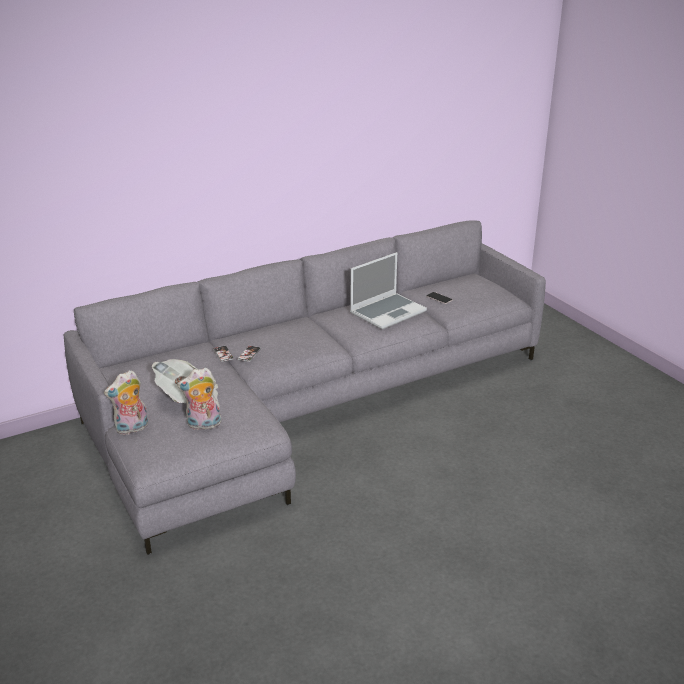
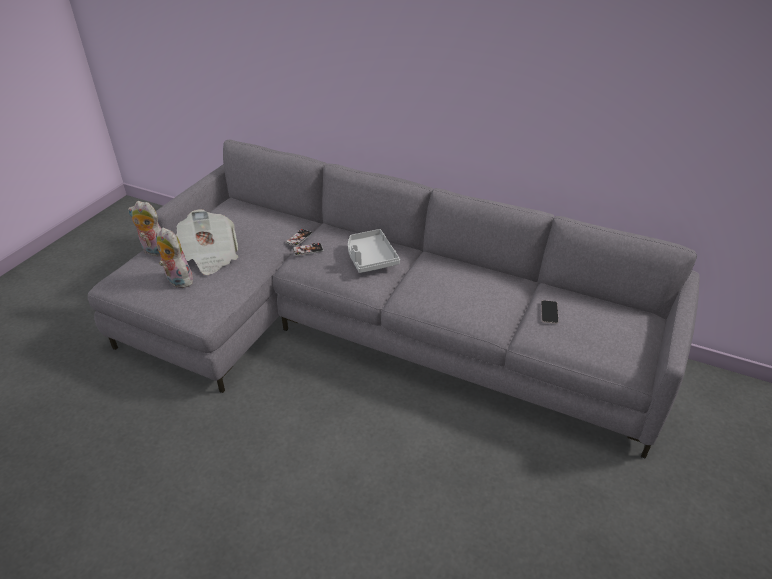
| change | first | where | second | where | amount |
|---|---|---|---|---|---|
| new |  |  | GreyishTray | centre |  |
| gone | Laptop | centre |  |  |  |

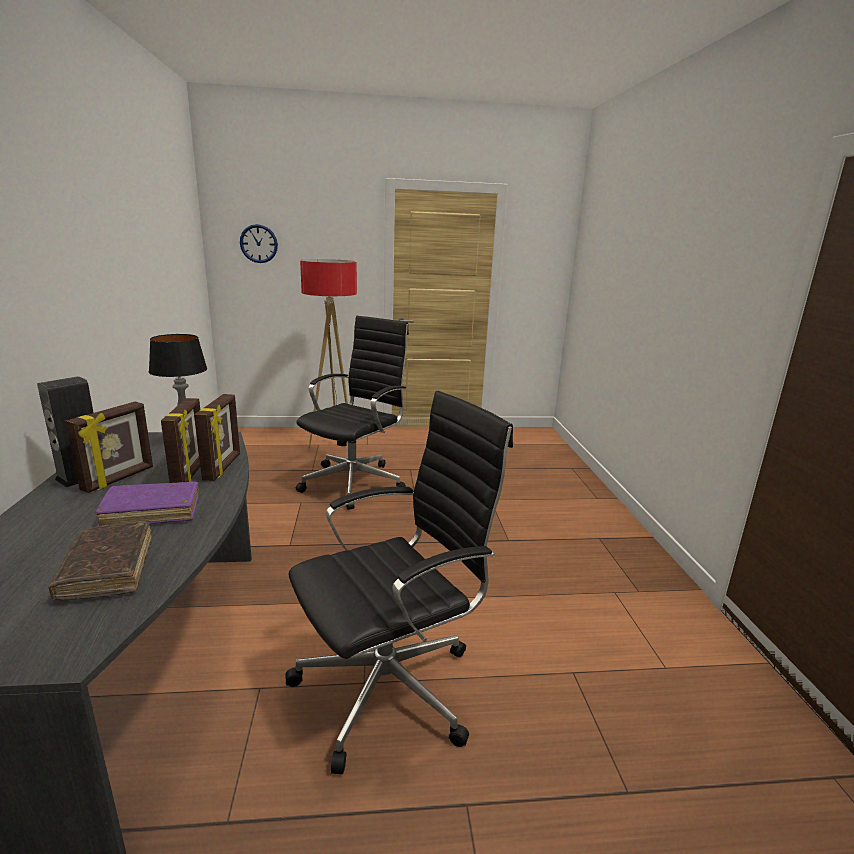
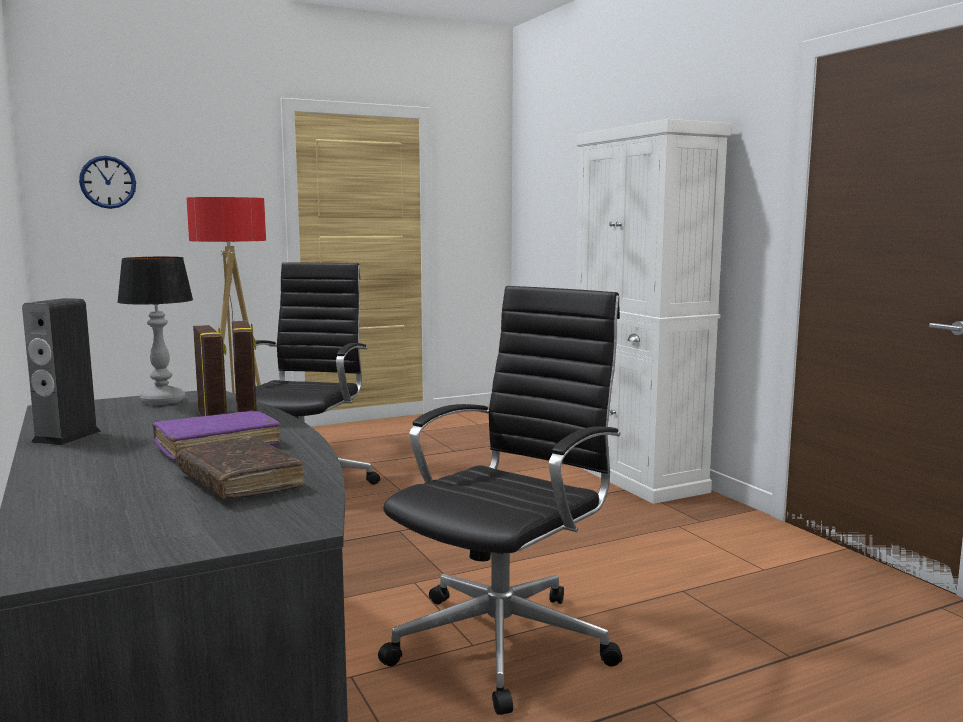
| change | first | where | second | where | amount |
|---|---|---|---|---|---|
| new |  |  | WhiteColouredCupboard | middle right |  |
| gone | PictureFrame (no. 1 from left) | middle left |  |  |  |

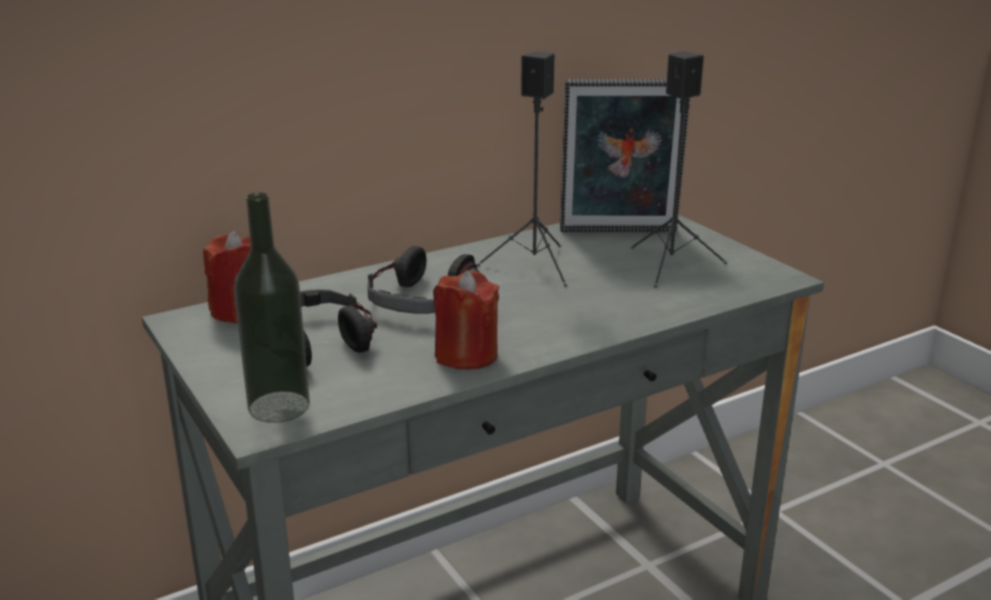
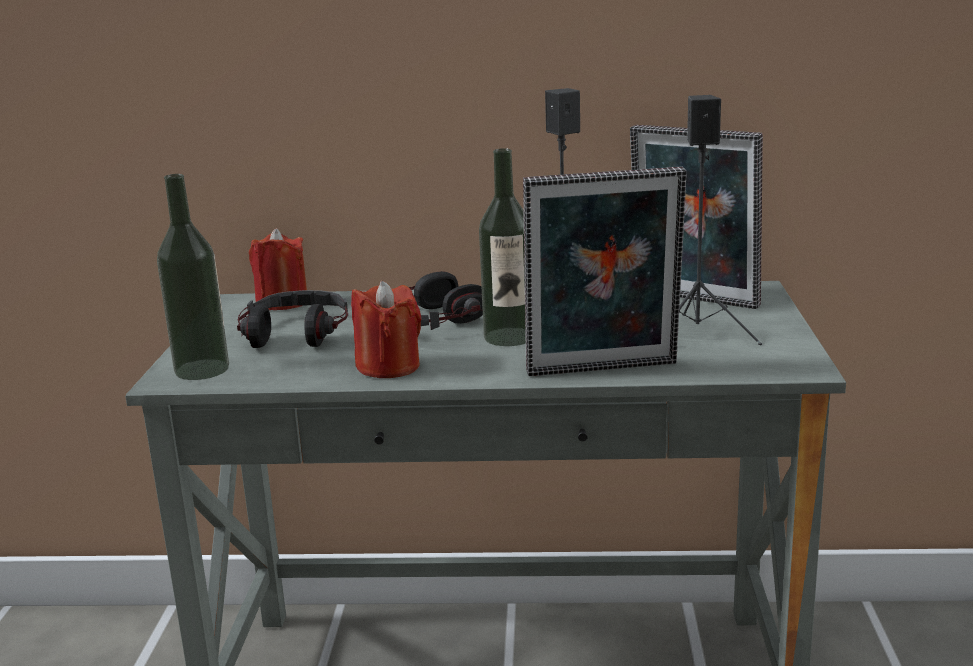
| change | first | where | second | where | amount |
|---|---|---|---|---|---|
| new |  |  | BeverageBottle (no. 2 from left) | centre |  |
| new |  |  | PictureFrame (no. 1 from left) | centre |  |

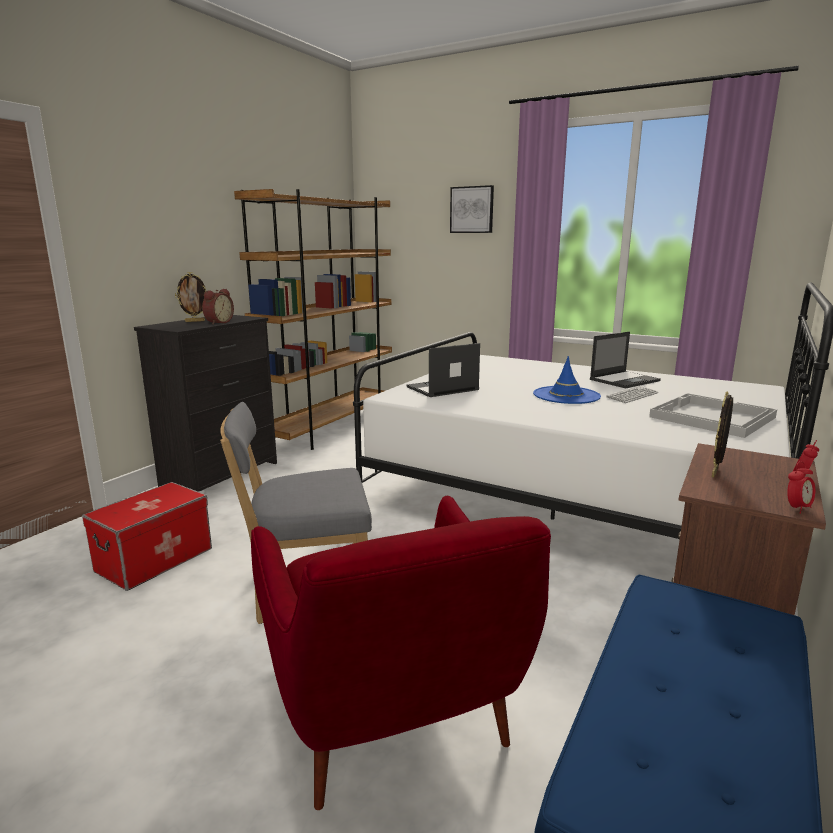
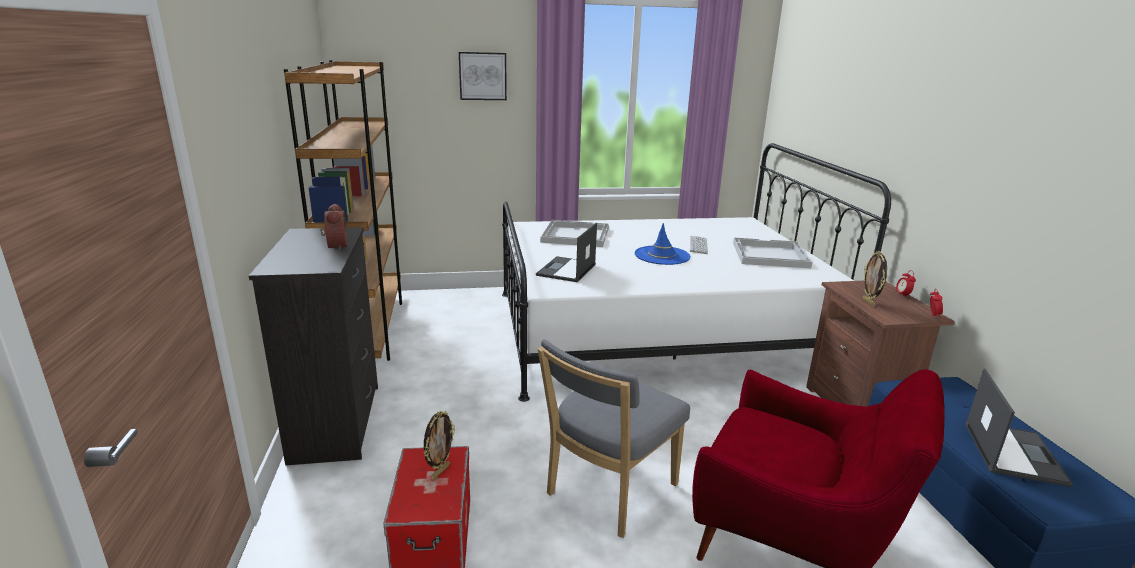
| change | first | where | second | where | amount |
|---|---|---|---|---|---|
| shifted | PictureFrame (no. 1 from left) | middle left |  | bottom centre |  |
| new |  |  | WhiteColouredTray (no. 1 from left) | centre |  |
| shifted | Laptop (no. 2 from left) | middle right |  | bottom right |  |

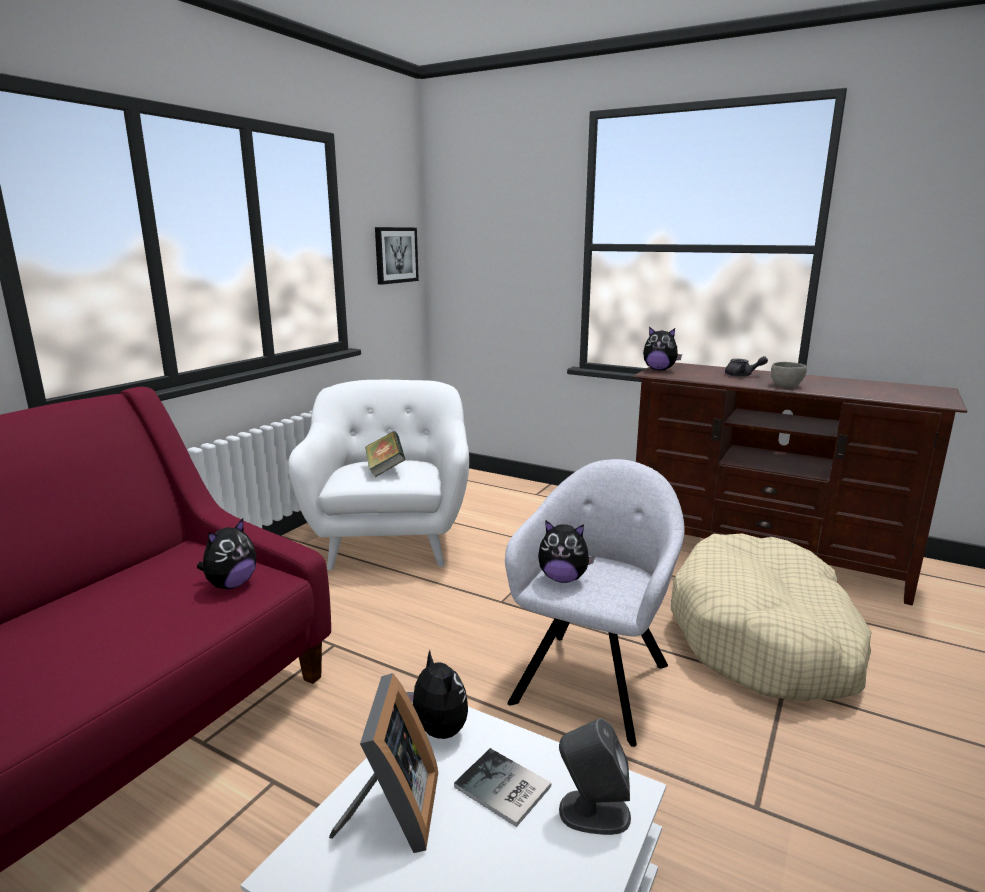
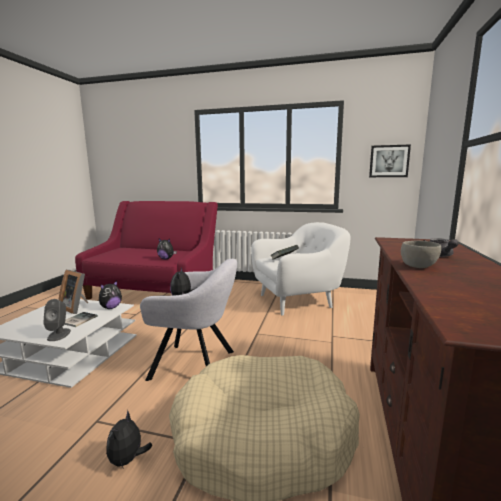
| change | first | where | second | where | amount |
|---|---|---|---|---|---|
| rotated | PictureFrame | bottom centre |  | middle left | 45 degrees clockwise |
| shifted | PlushToy (no. 4 from left in the first image) | middle right | PlushToy (no. 2 from left) | bottom left |  |

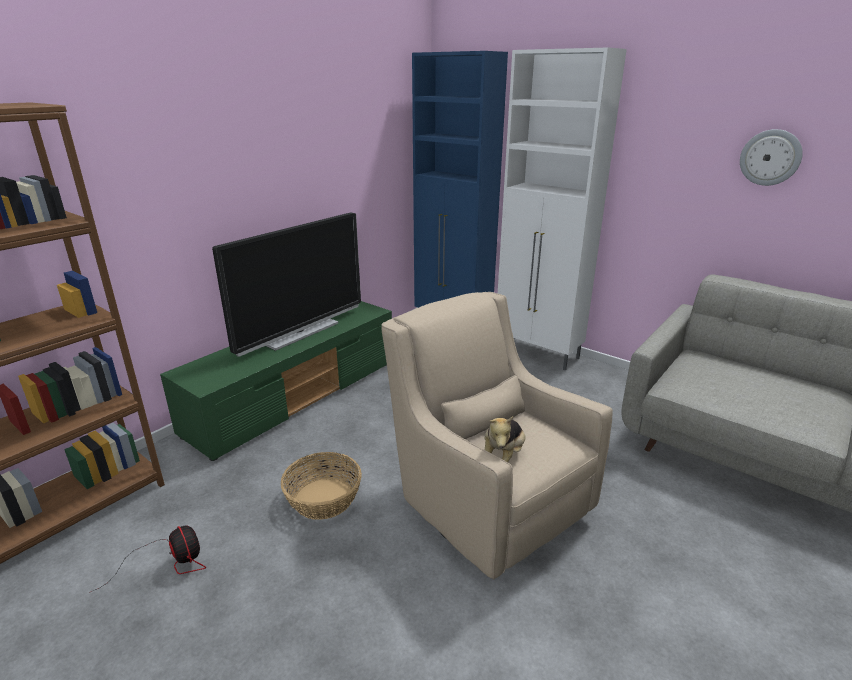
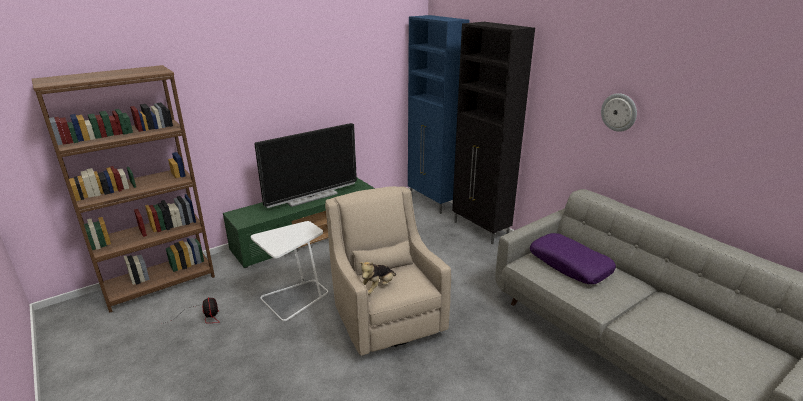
| change | first | where | second | where | amount |
|---|---|---|---|---|---|
| swapped | Basket | bottom centre | WhiteColouredSideTable | bottom centre |  |
| repainted | WhiteColouredCupboard | top centre | BlackCupboard | top centre |  |
| new |  |  | PurpleCushion | middle right |  |

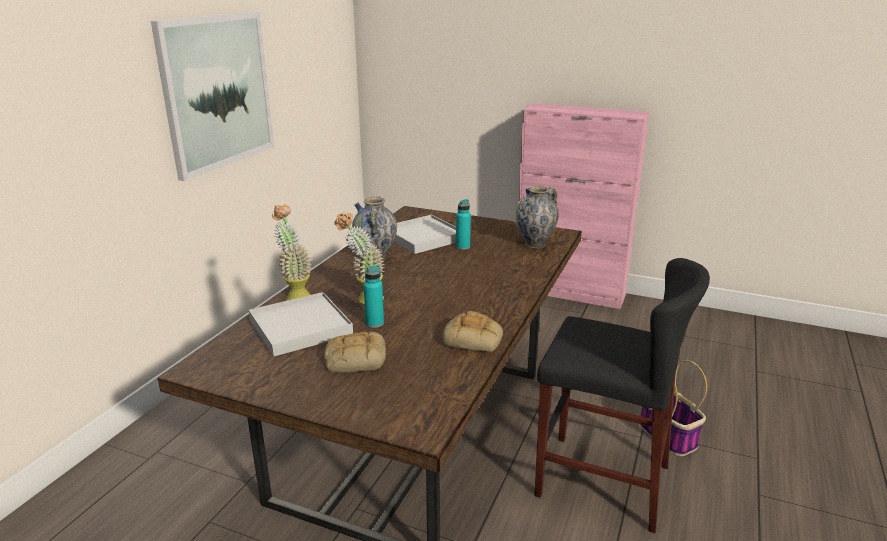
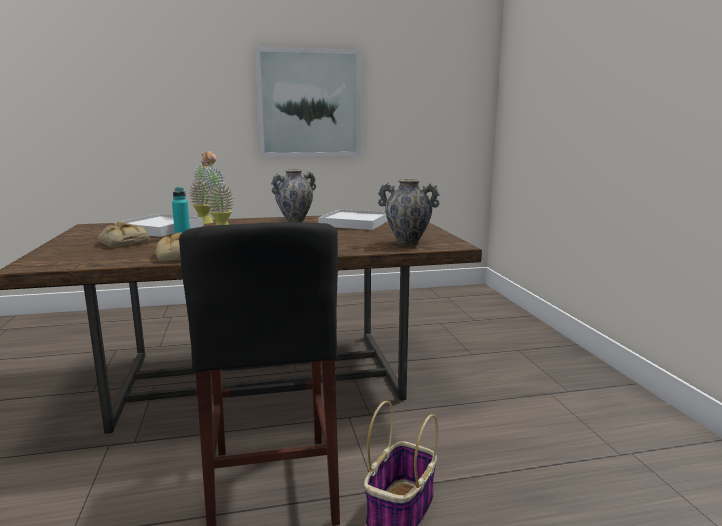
| change | first | where | second | where | amount |
|---|---|---|---|---|---|
| gone | TurquoiseBeverageBottle (no. 2 from left) | centre |  |  |  |
| gone | PinkishCupboard | centre |  |  |  |

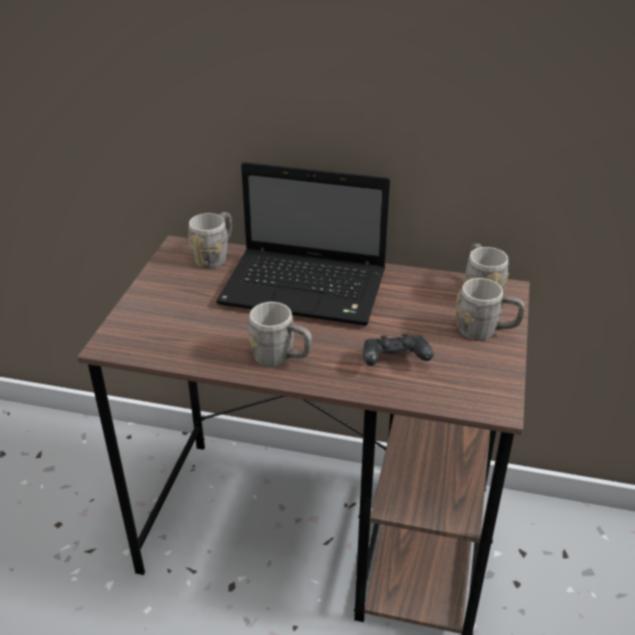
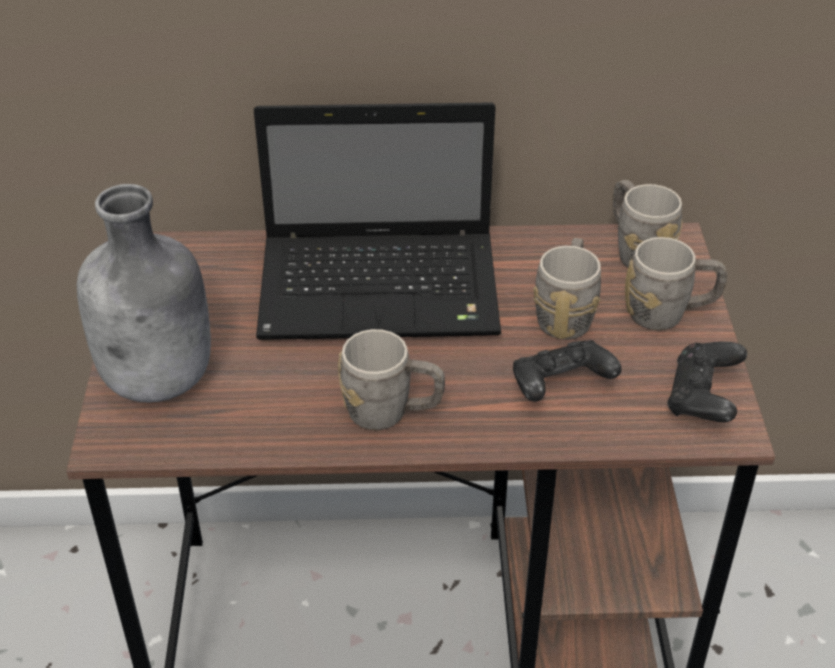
| change | first | where | second | where | amount |
|---|---|---|---|---|---|
| new |  |  | GreyishBeverageBottle | middle left |  |
| shifted | GreyishTeaMug (no. 1 from left in the first image) | middle left | GreyishTeaMug (no. 2 from left) | middle right |  |
| new |  |  | BlackJoypad (no. 2 from left) | middle right |  |

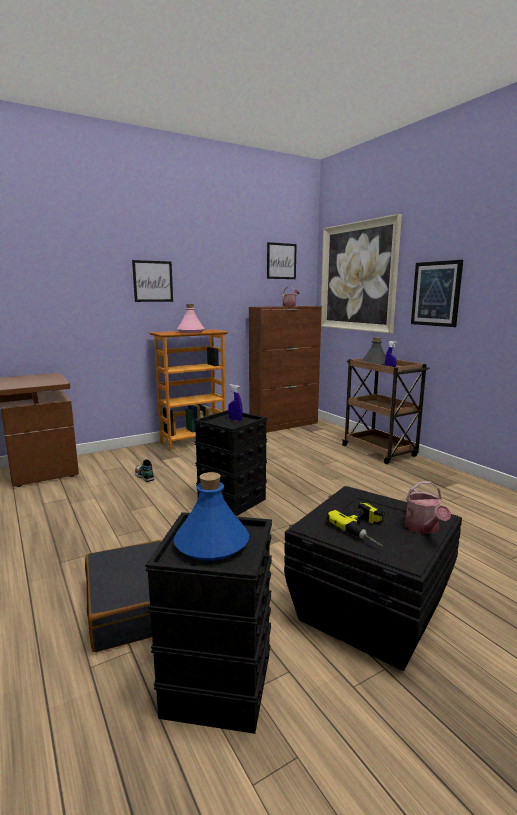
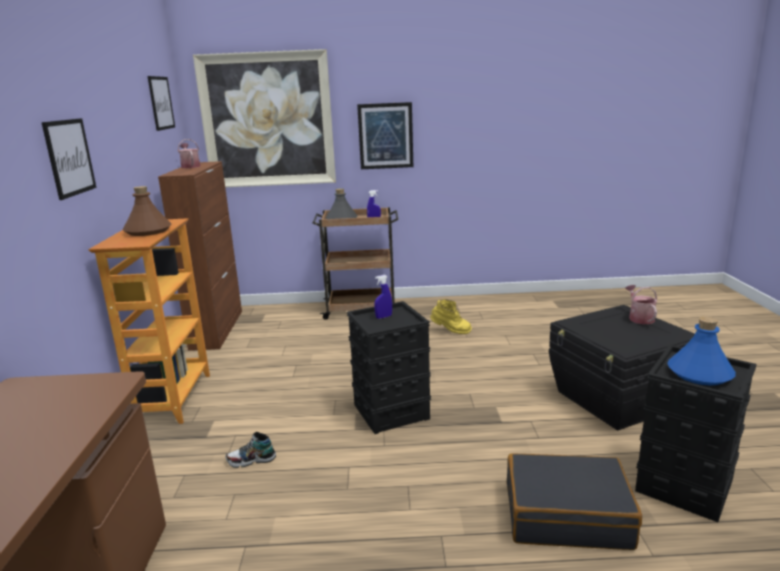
| change | first | where | second | where | amount |
|---|---|---|---|---|---|
| repainted | PinkishBeverageBottle | centre | BrownBeverageBottle | middle left |  |
| new |  |  | YellowColouredHighTopBoot | centre |  |
| rotated | WateringCan (no. 2 from left) | middle right |  | middle right | 120 degrees counterclockwise |
| gone | ElectricDrill | middle right |  |  |  |

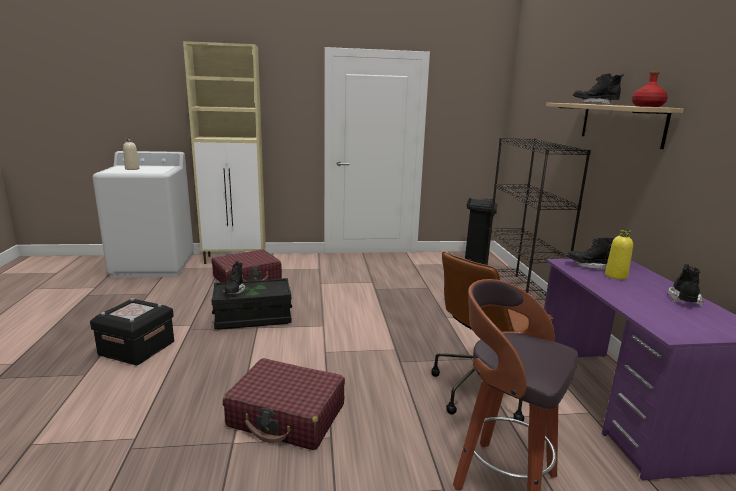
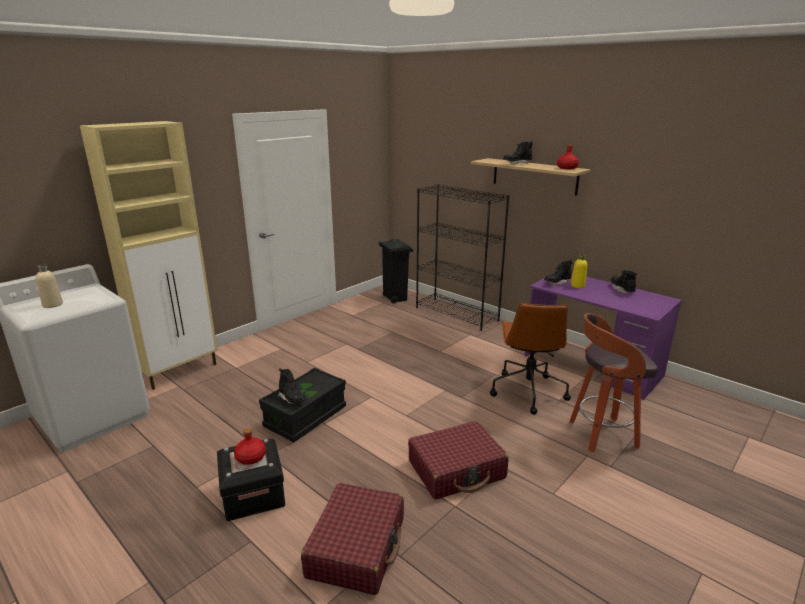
| change | first | where | second | where | amount |
|---|---|---|---|---|---|
| new |  |  | RedColouredBeverageBottle (no. 1 from left) | bottom left |  |
| shifted | RedColouredTravelCase (no. 1 from left) | centre |  | bottom centre |  |

